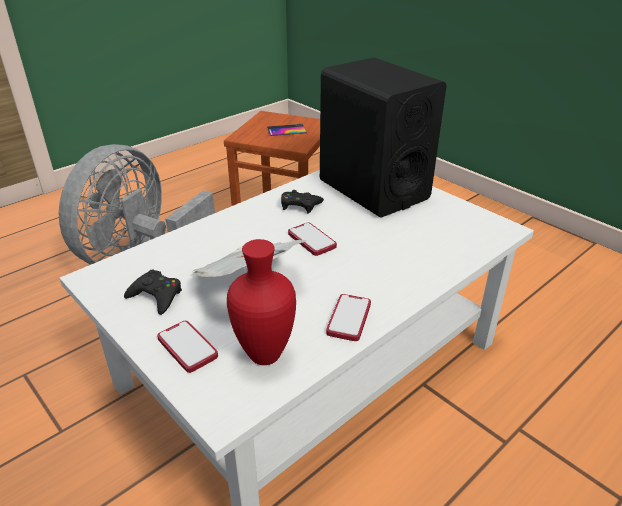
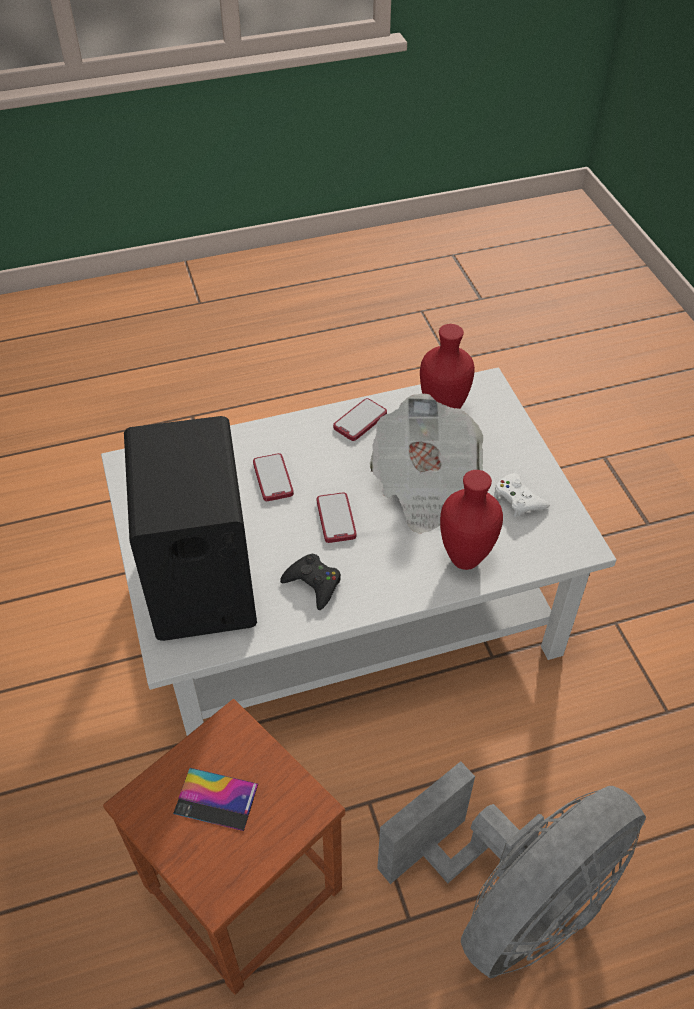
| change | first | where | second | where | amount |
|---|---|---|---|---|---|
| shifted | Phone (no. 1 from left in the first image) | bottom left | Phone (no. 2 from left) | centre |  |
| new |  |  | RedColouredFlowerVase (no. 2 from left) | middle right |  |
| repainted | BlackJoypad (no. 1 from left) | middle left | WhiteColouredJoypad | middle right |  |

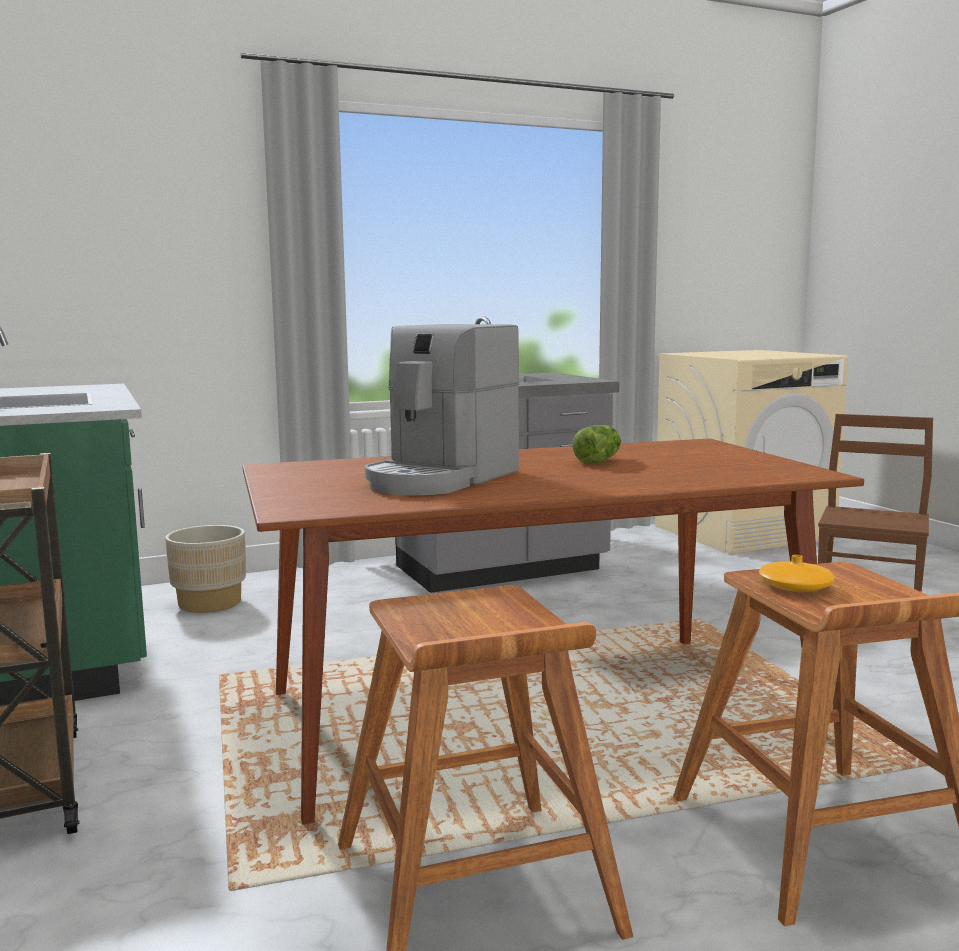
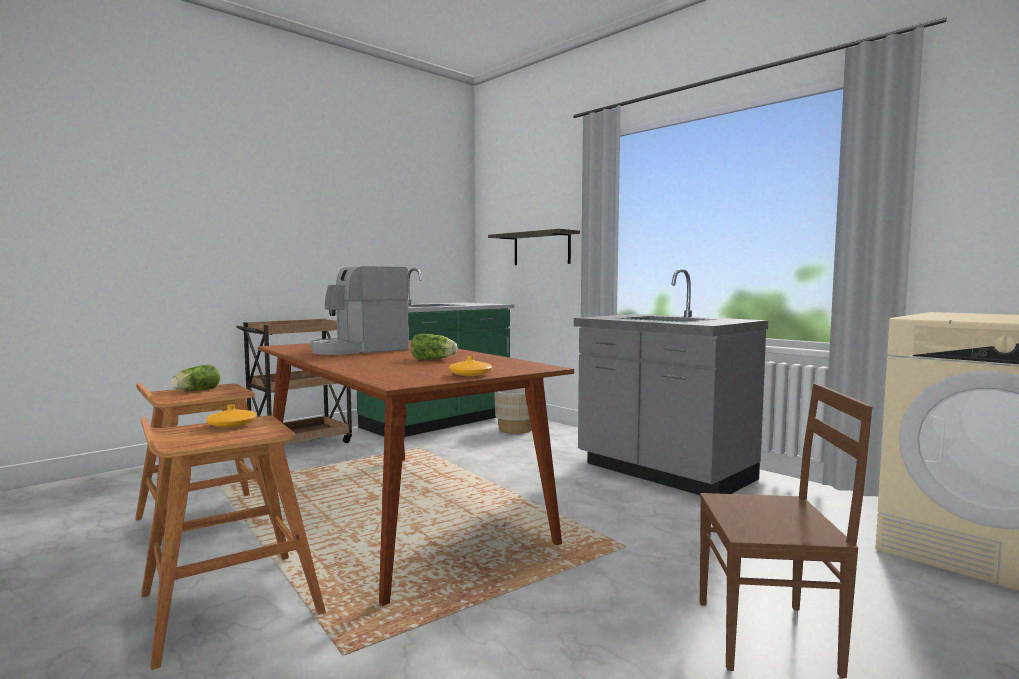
| change | first | where | second | where | amount |
|---|---|---|---|---|---|
| new |  |  | HeadOfLettuce (no. 1 from left) | middle left |  |
| rotated | CoffeeBrewer | centre |  | centre | 45 degrees counterclockwise |
| new |  |  | OrangeFlowerVase (no. 2 from left) | centre |  |
| new |  |  | WallShelf | centre |  |

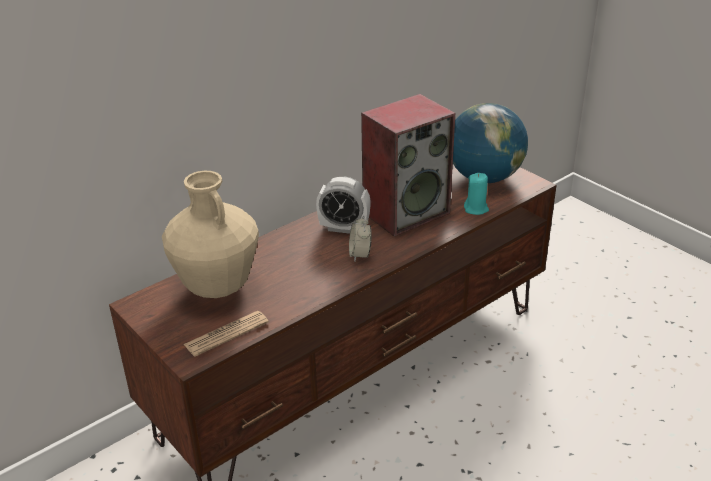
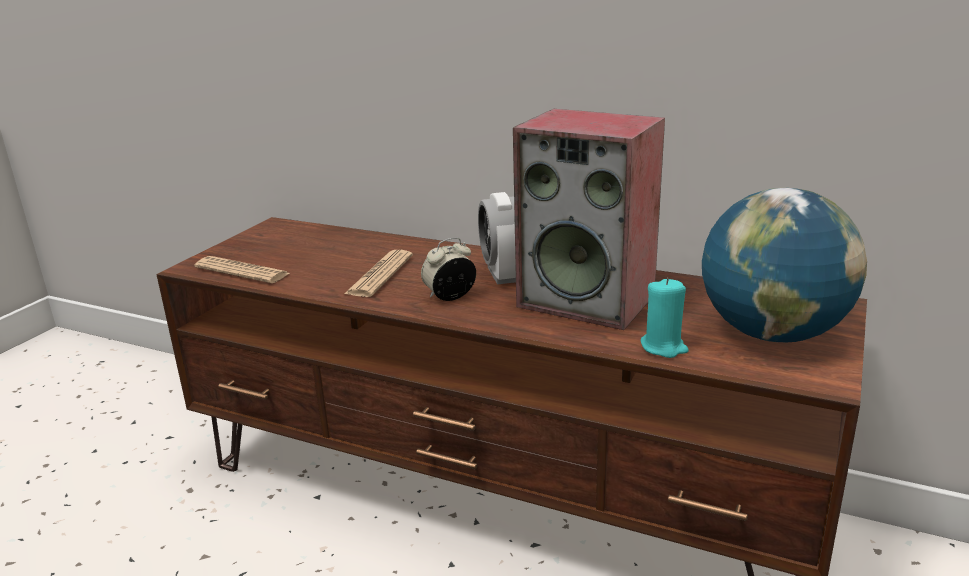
| change | first | where | second | where | amount |
|---|---|---|---|---|---|
| new |  |  | PrintedPaper (no. 2 from left) | centre |  |
| gone | SandColouredFlowerVase | middle left |  |  |  |

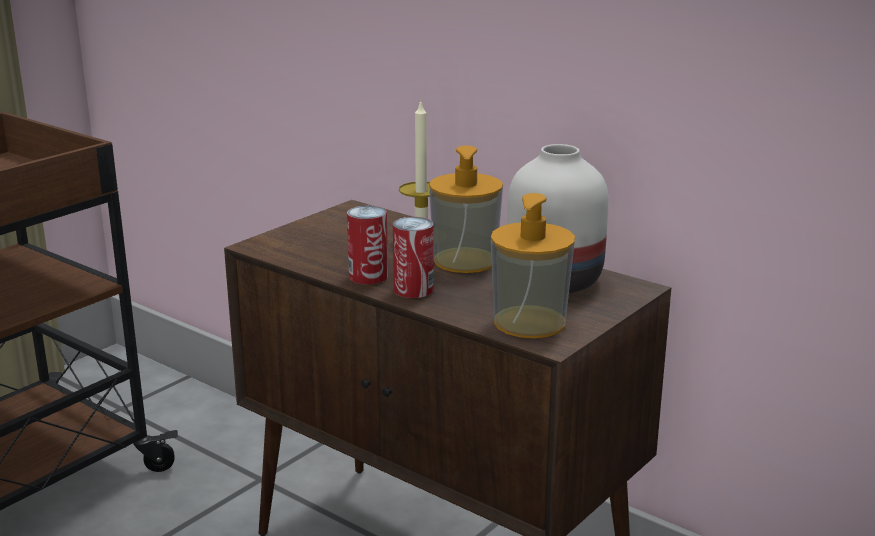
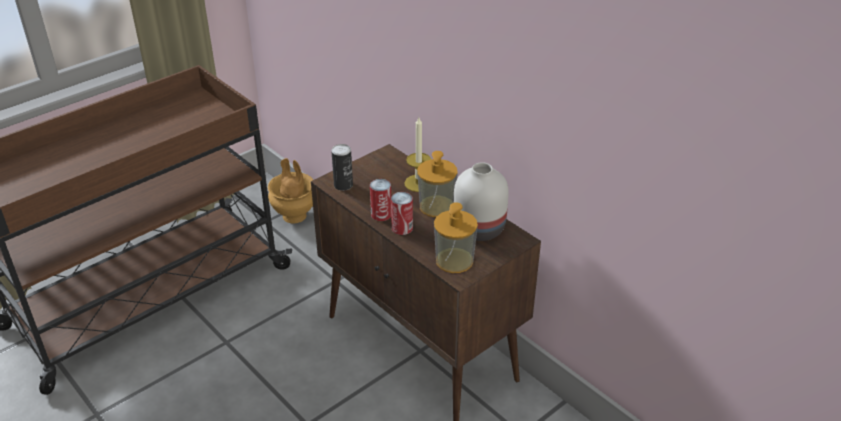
| change | first | where | second | where | amount |
|---|---|---|---|---|---|
| new |  |  | BrownFlowerVase | centre |  |
| new |  |  | MetalCan (no. 1 from left) | centre |  |

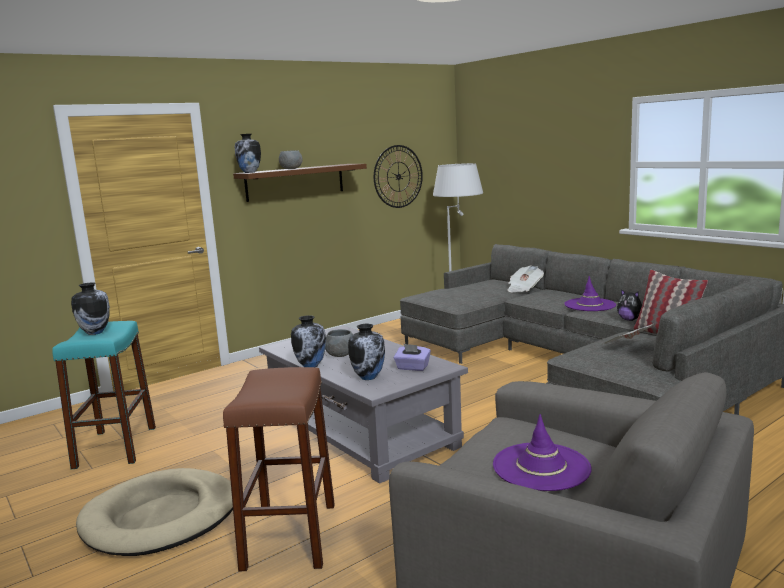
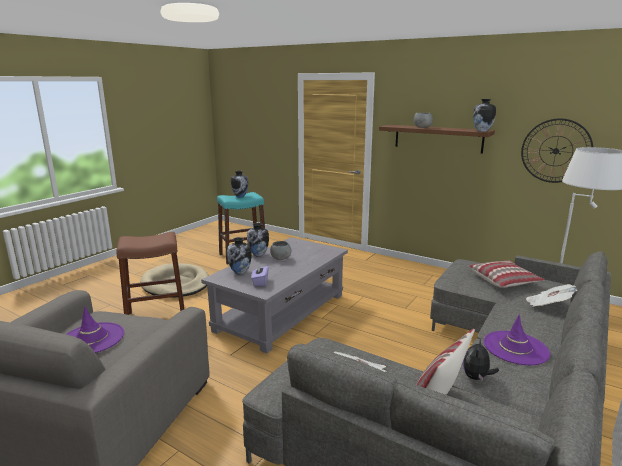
| change | first | where | second | where | amount |
|---|---|---|---|---|---|
| new |  |  | Cushion (no. 2 from left) | middle right |  |
| shifted | FlowerVase (no. 2 from left in the first image) | top left | FlowerVase (no. 4 from left) | top right |  |

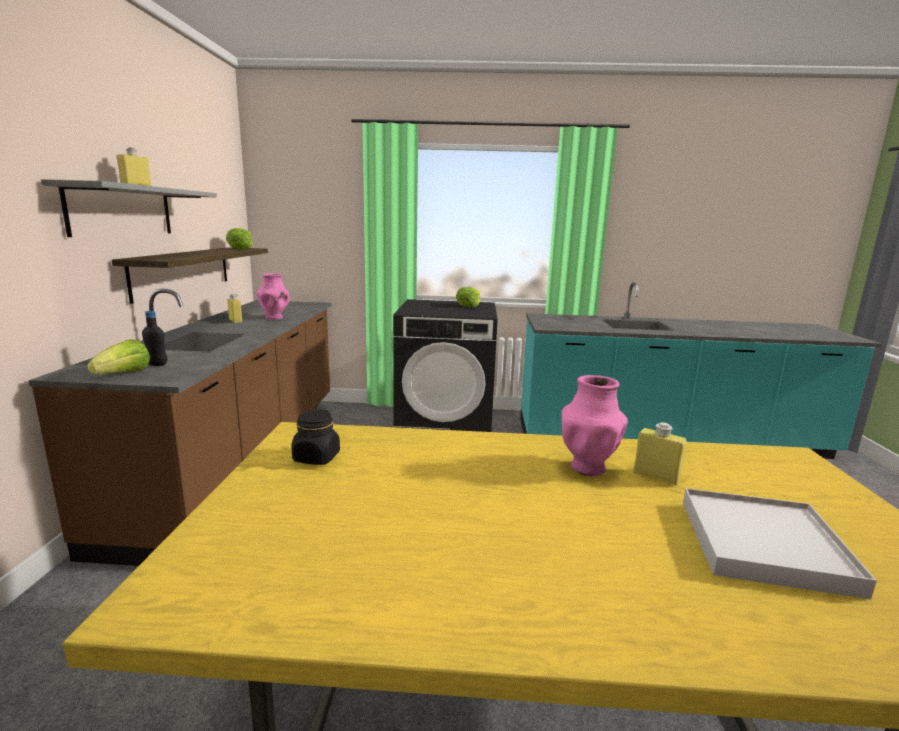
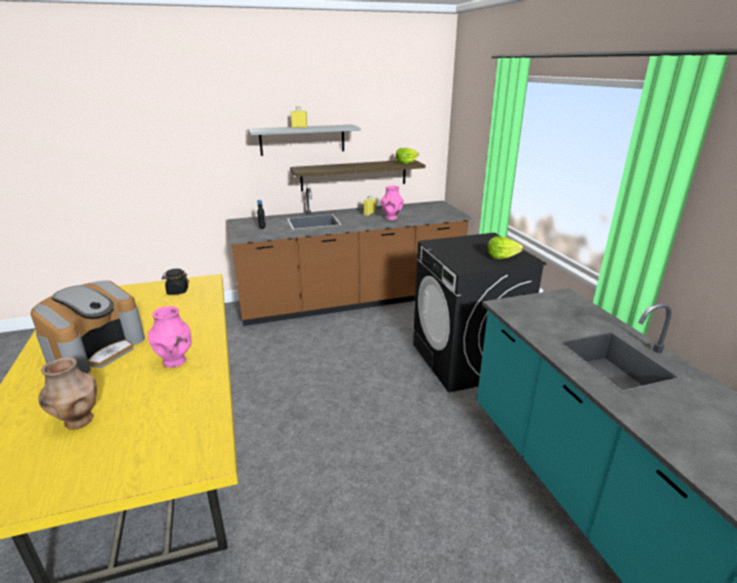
| change | first | where | second | where | amount |
|---|---|---|---|---|---|
| new |  |  | CoffeeBrewer | middle left |  |
| swapped | WhiteColouredTray | bottom right | BrownFlowerVase | bottom left |  |
| gone | HeadOfLettuce (no. 1 from left) | middle left |  |  |  |
| gone | YellowColouredBeverageBottle (no. 3 from left) | middle right |  |  |  |

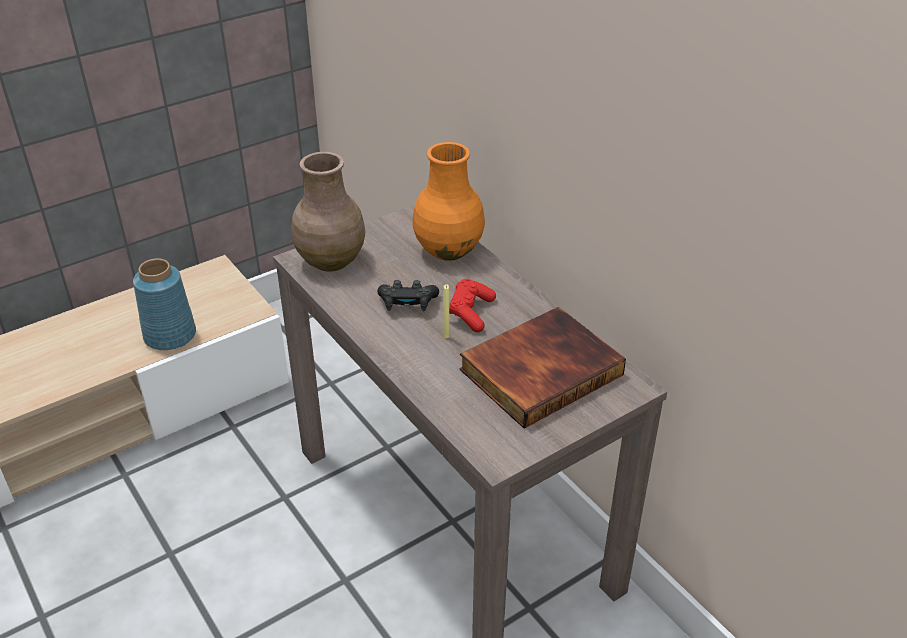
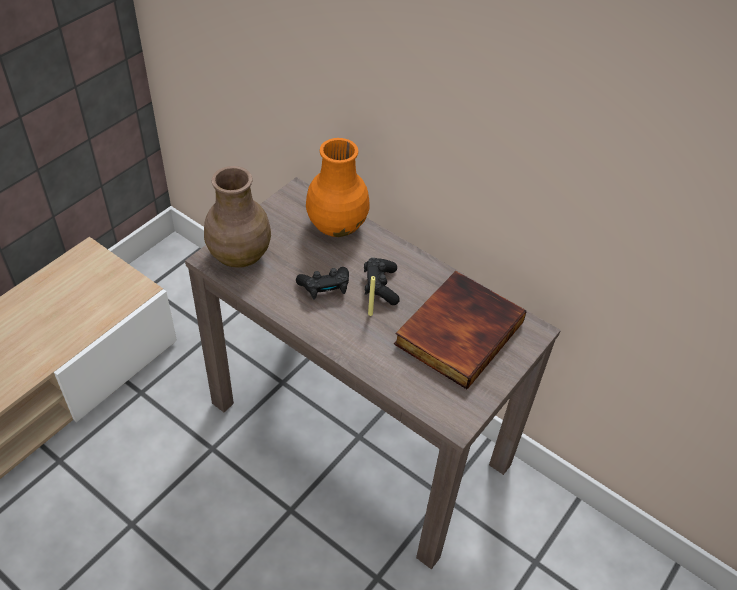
| change | first | where | second | where | amount |
|---|---|---|---|---|---|
| repainted | RedColouredJoypad | centre | BlackJoypad (no. 2 from left) | centre |  |
| gone | BlueFlowerVase | middle left |  |  |  |

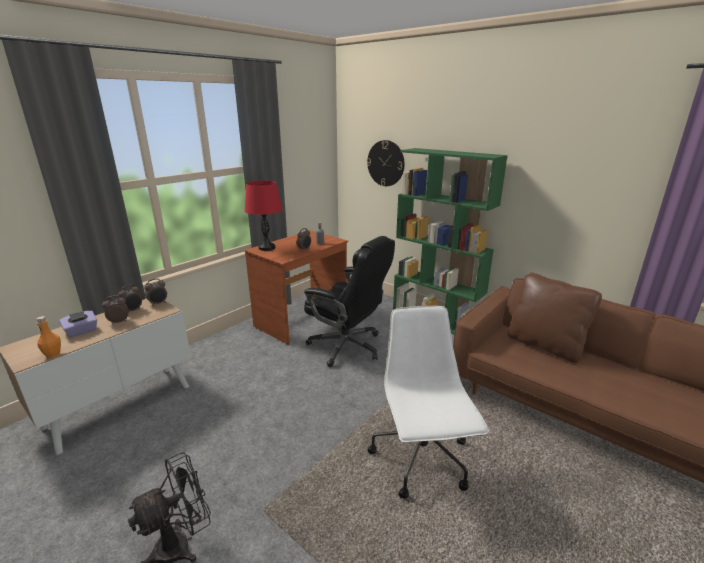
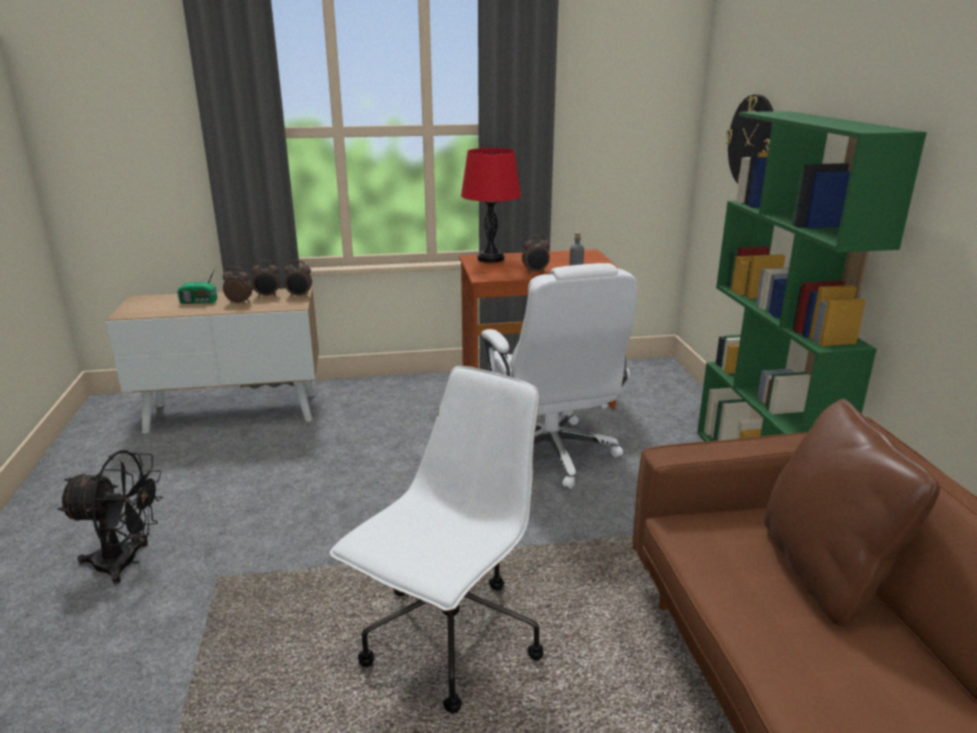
| change | first | where | second | where | amount |
|---|---|---|---|---|---|
| swapped | PurpleTissueHolder | middle left | RadioReceiver | middle left |  |
| repainted | BlackComputerChair | centre | WhiteColouredComputerChair (no. 2 from left) | centre |  |
| gone | OrangeBeverageBottle | middle left |  |  |  |

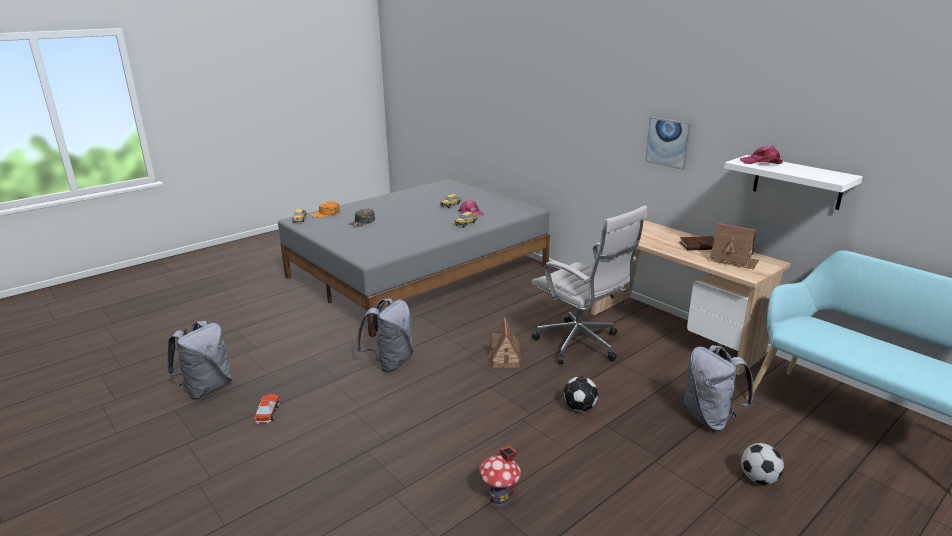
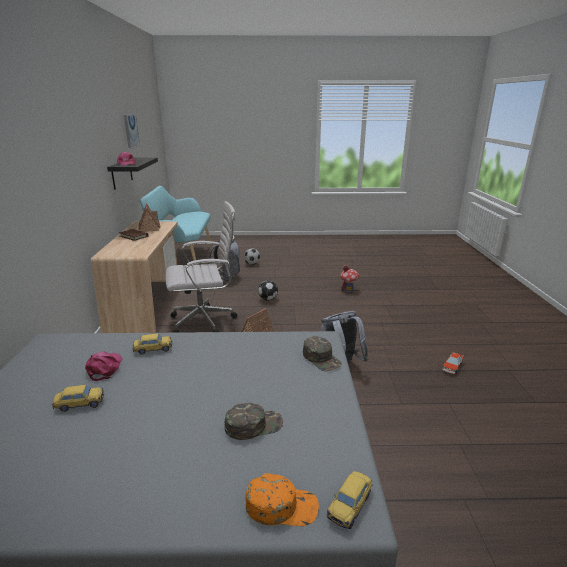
| change | first | where | second | where | amount |
|---|---|---|---|---|---|
| repainted | WhiteColouredWallShelf | middle right | BlackWallShelf | top left |  |
| shifted | Picture | top right |  | top left |  |
| rotated | WhiteColouredComputerChair | centre |  | centre | 75 degrees clockwise |
| new |  |  | GreenishPeakedCap (no. 2 from left) | centre |  |
| gone | GreyishBackpack (no. 1 from left) | bottom left |  |  |  |

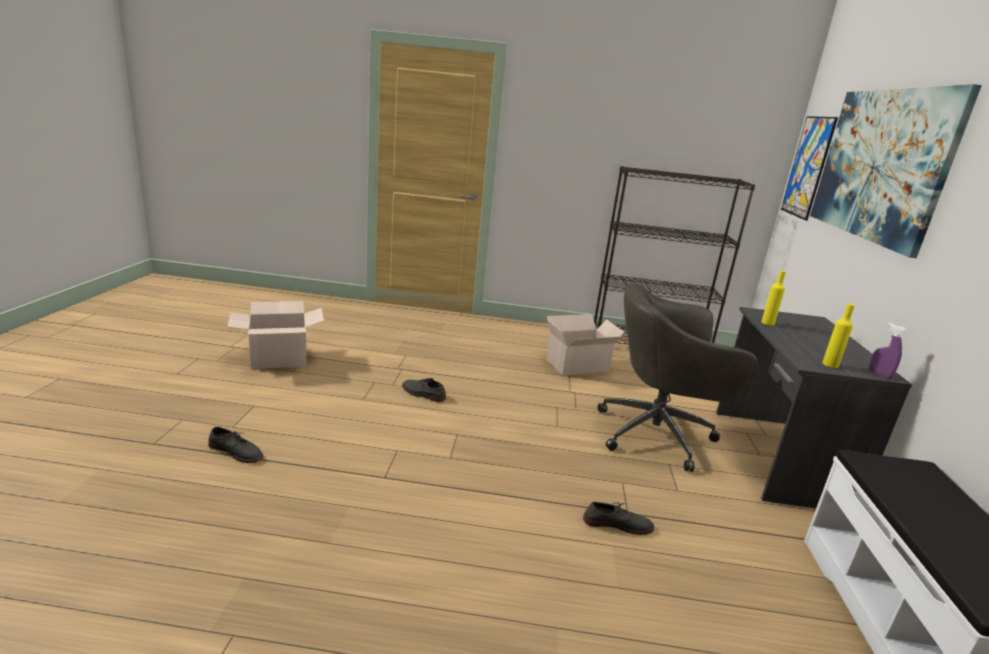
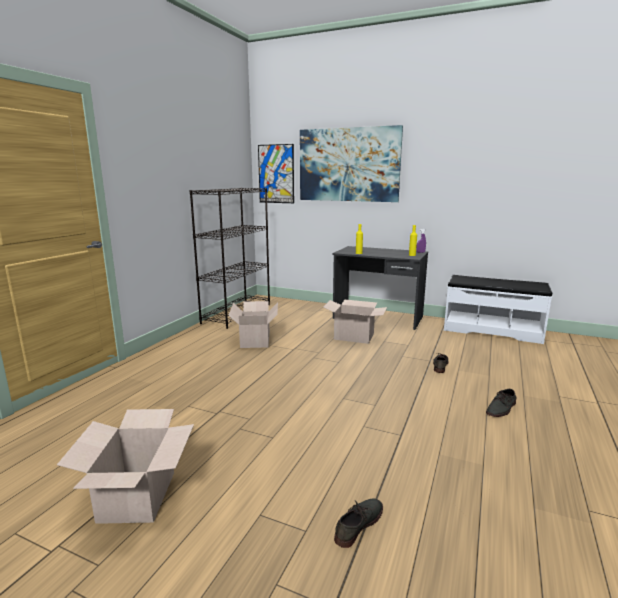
| change | first | where | second | where | amount |
|---|---|---|---|---|---|
| swapped | GreyishComputerChair | middle right | PackingBox (no. 3 from left) | centre |  |
| shifted | GreyishItemOfFootwear (no. 2 from left in the first image) | centre | GreyishItemOfFootwear (no. 3 from left) | bottom right |  |

